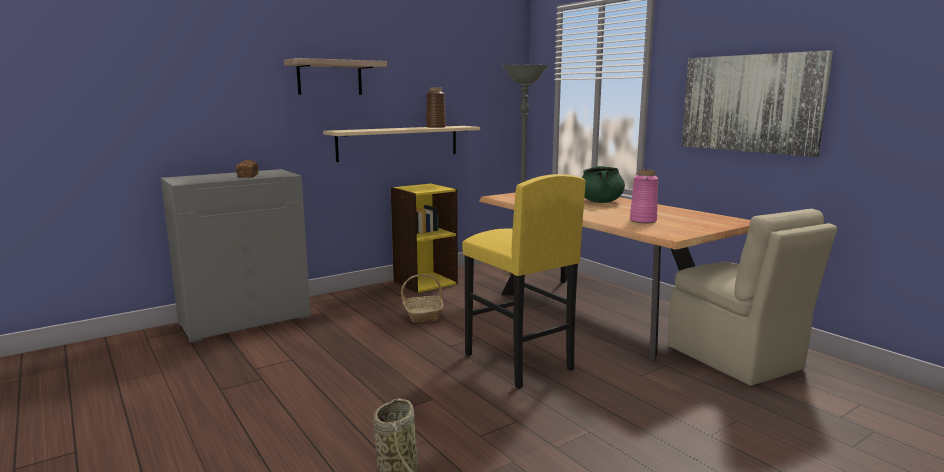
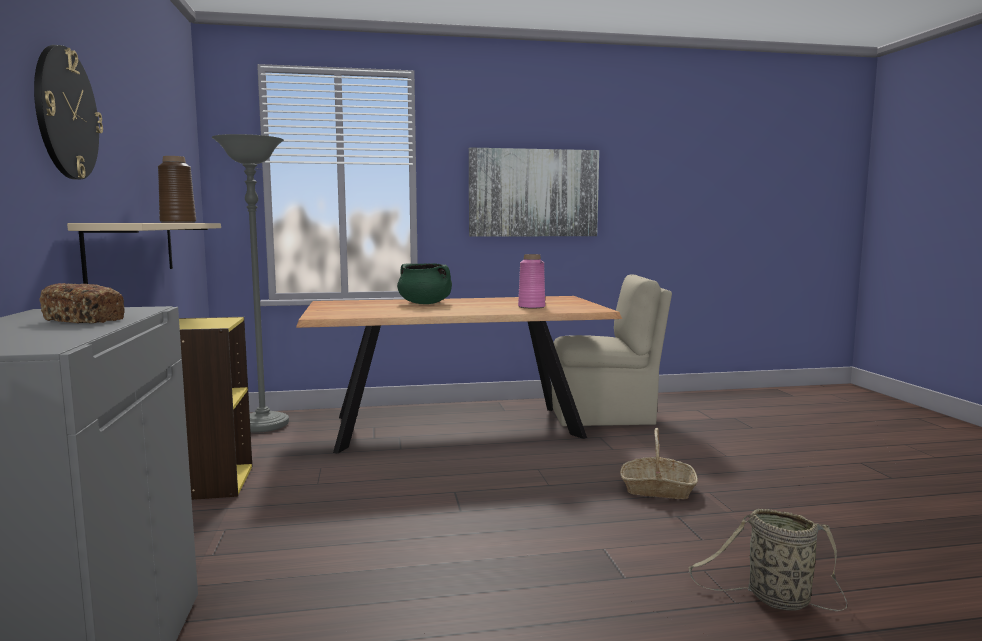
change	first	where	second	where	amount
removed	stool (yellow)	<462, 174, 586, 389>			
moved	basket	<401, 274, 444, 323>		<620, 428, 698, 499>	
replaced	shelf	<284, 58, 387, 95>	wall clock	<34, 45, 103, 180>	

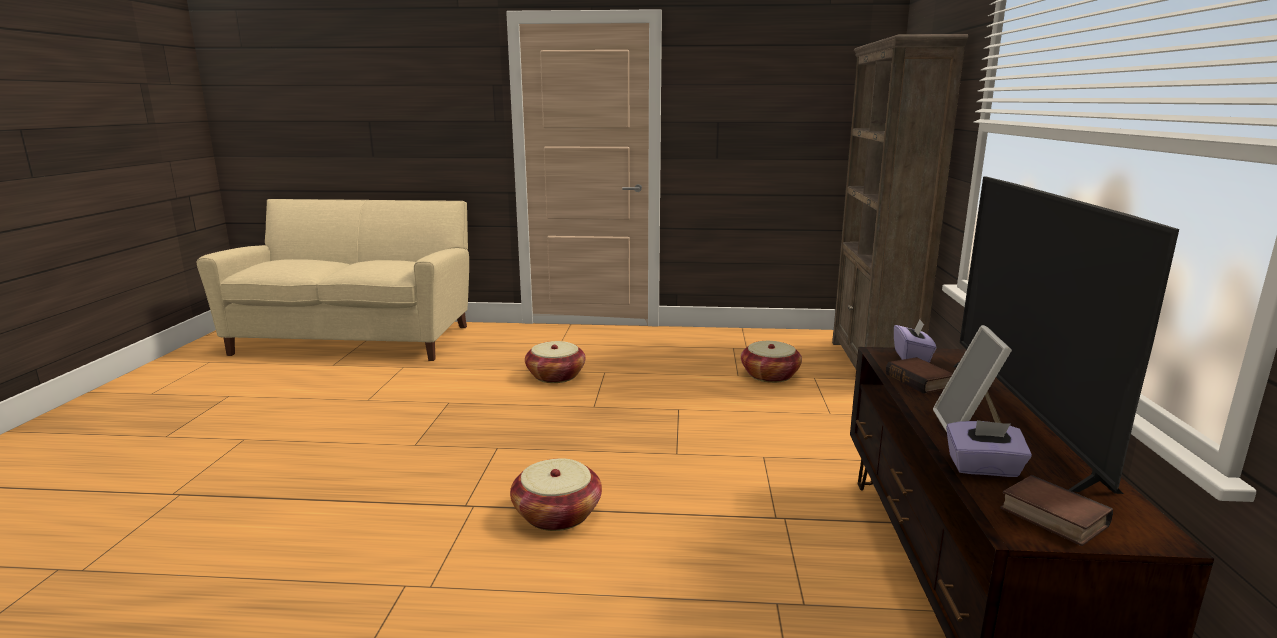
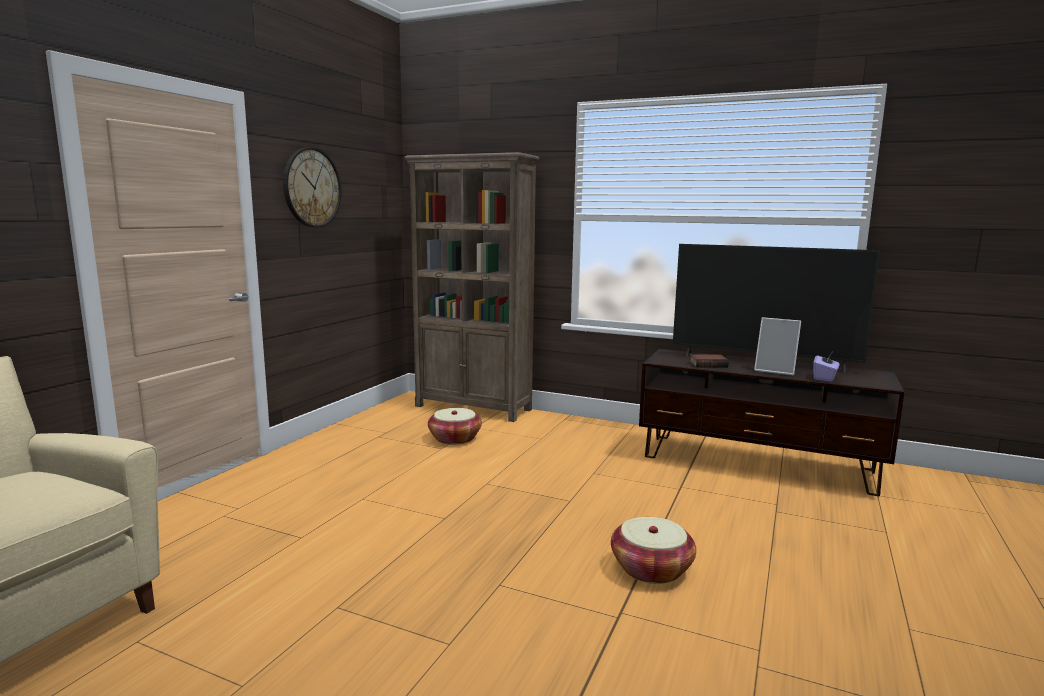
change	first	where	second	where	amount
removed	basket	<525, 341, 586, 383>			
removed	tissue box (purple)	<894, 319, 937, 363>			
removed	book	<1000, 475, 1113, 546>			
added			wall clock	<283, 147, 341, 227>	

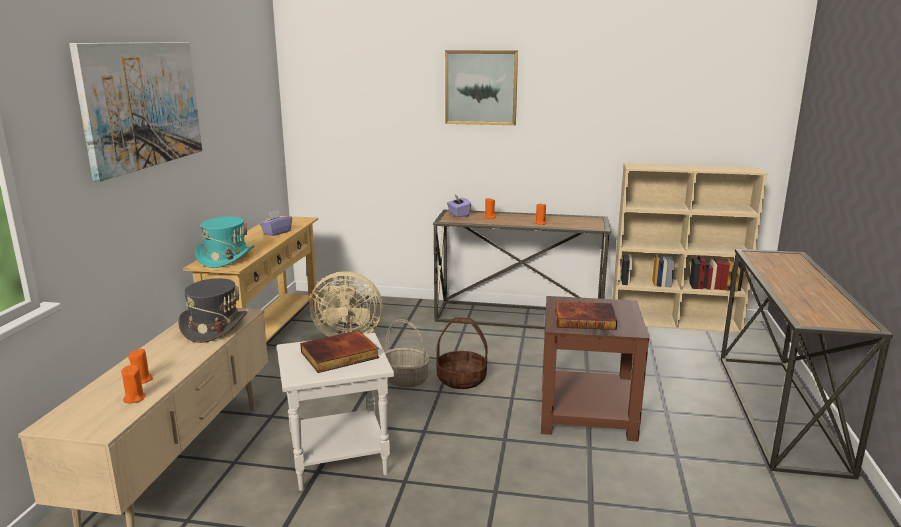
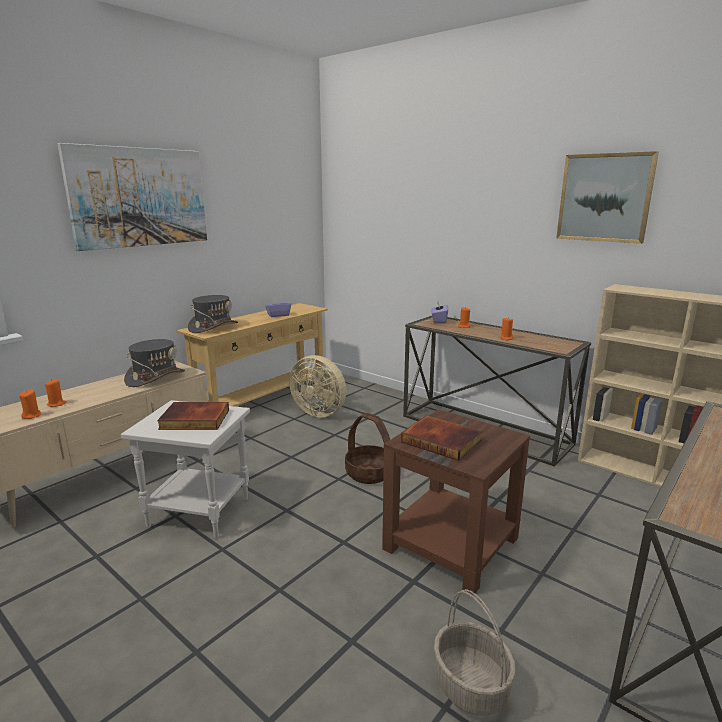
change	first	where	second	where	amount
moved	basket	<385, 319, 430, 388>		<434, 589, 516, 716>	
moved	picture	<445, 50, 518, 125>		<556, 151, 659, 244>	
recoloured	hat (turquoise)	<195, 217, 254, 268>	hat (grey)	<188, 295, 238, 333>	

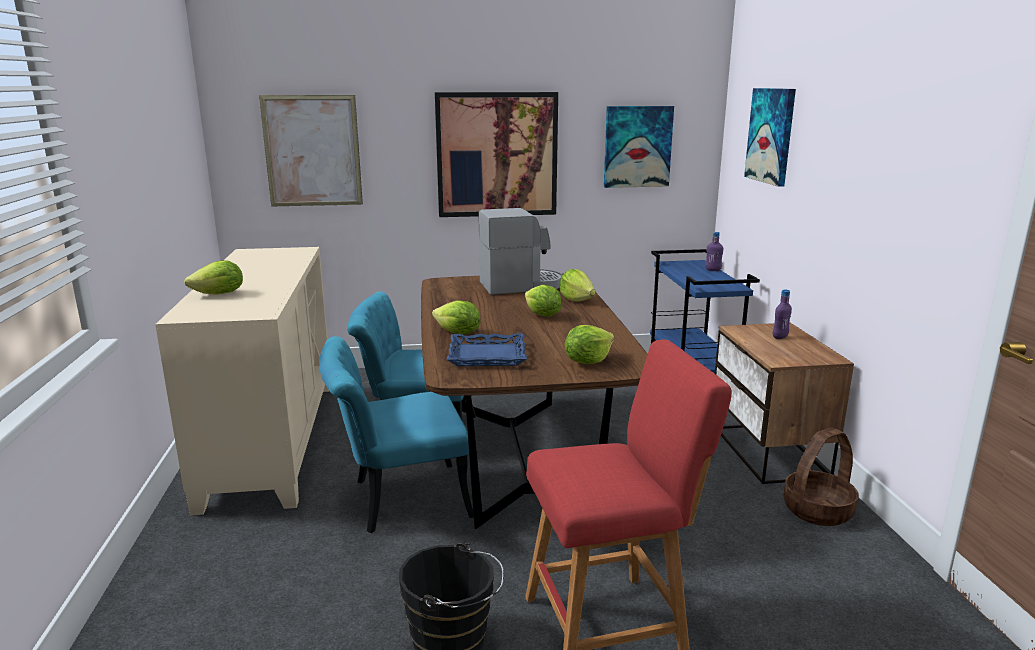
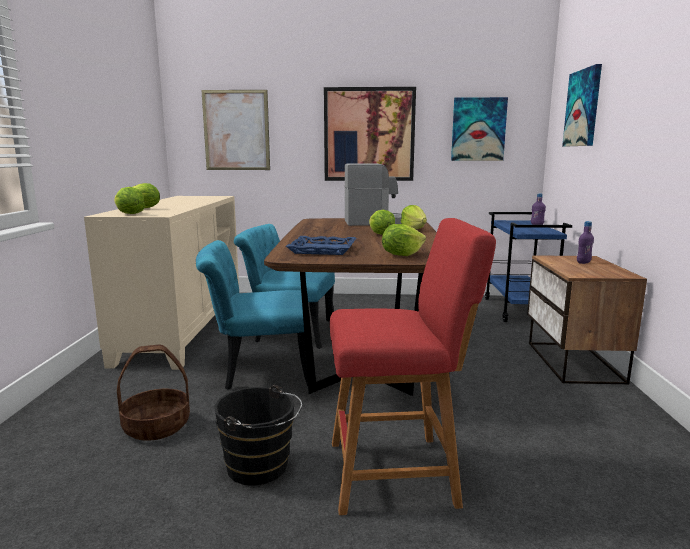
change	first	where	second	where	amount
moved	lettuce	<432, 301, 481, 334>		<114, 187, 145, 214>	
moved	basket	<783, 427, 859, 526>		<117, 345, 190, 441>	

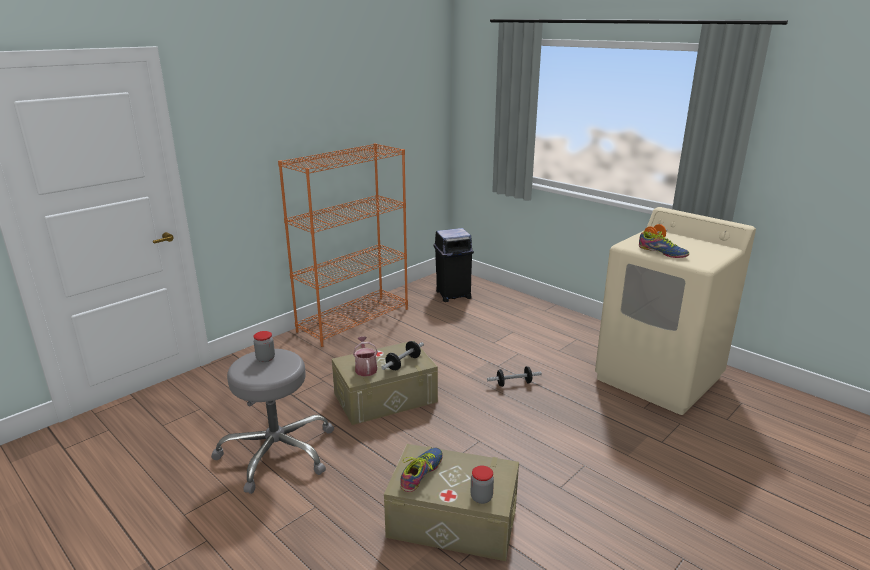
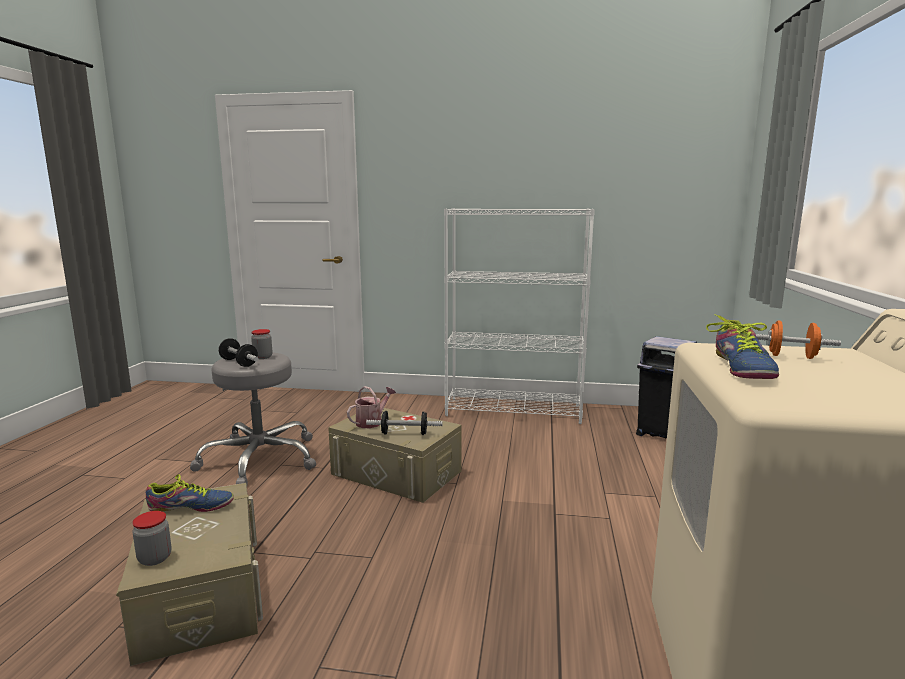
change	first	where	second	where	amount
moved	dumbbell	<487, 366, 542, 387>		<219, 338, 259, 367>	
recoloured	bookcase (orange)	<278, 143, 408, 347>	bookcase (white)	<444, 208, 595, 424>	

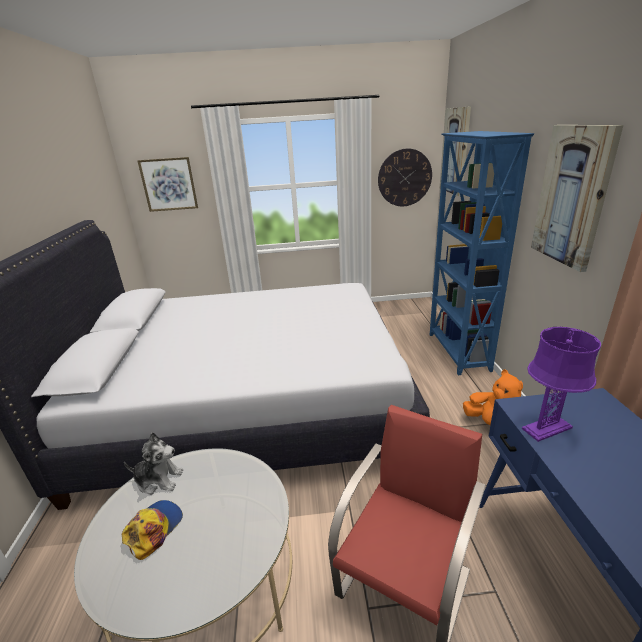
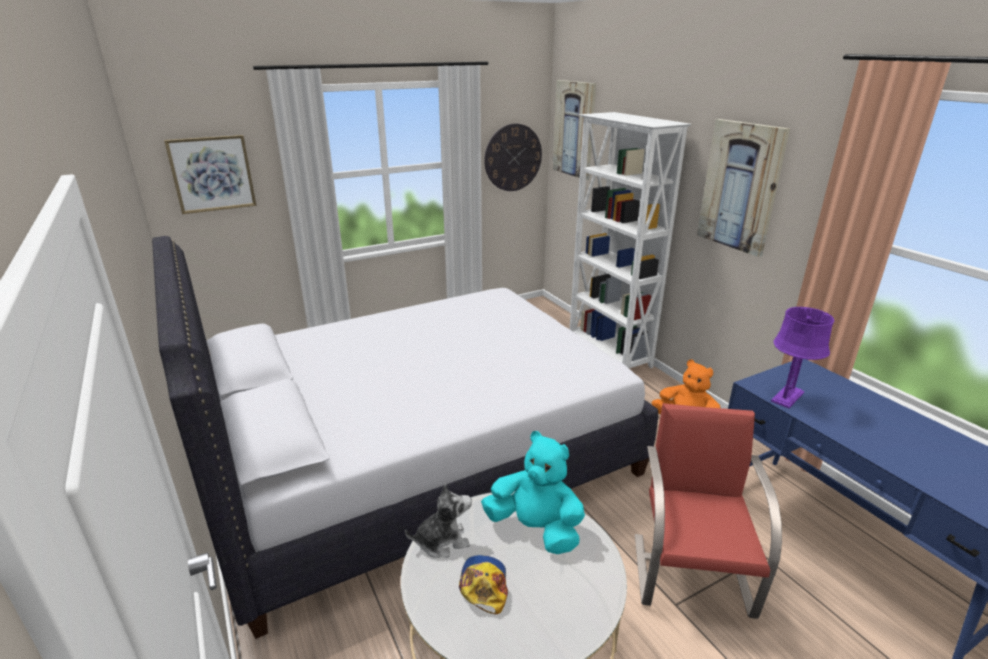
change	first	where	second	where	amount
added			plush toy (turquoise)	<481, 431, 585, 554>	
recoloured	bookcase (blue)	<430, 131, 534, 375>	bookcase (white)	<570, 112, 691, 368>	

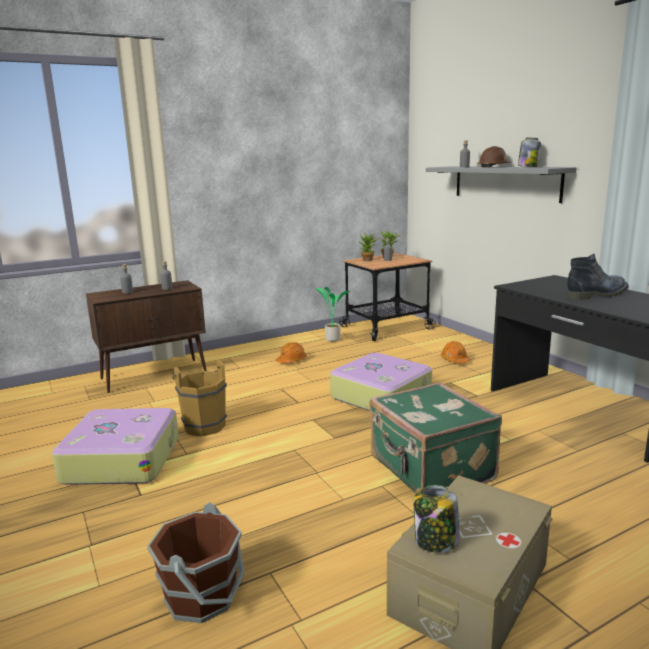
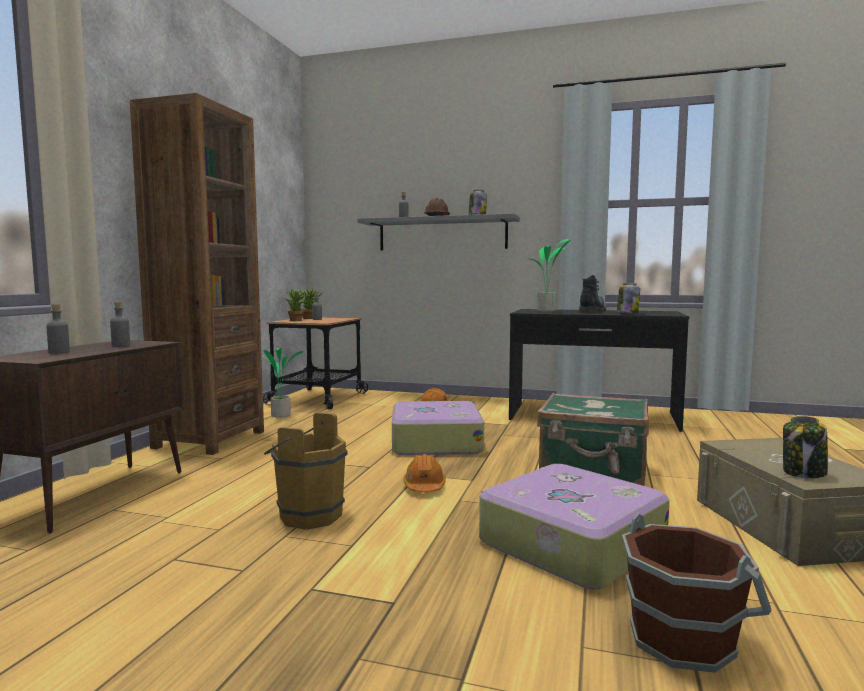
change	first	where	second	where	amount
added			bookcase (brown)	<130, 93, 264, 455>	
added			potted plant	<525, 239, 570, 312>	
added			jar	<617, 283, 640, 314>	
moved	suitcase	<52, 408, 179, 485>		<479, 464, 670, 590>	
moved	hard hat (orange)	<276, 342, 307, 363>		<403, 454, 446, 492>	

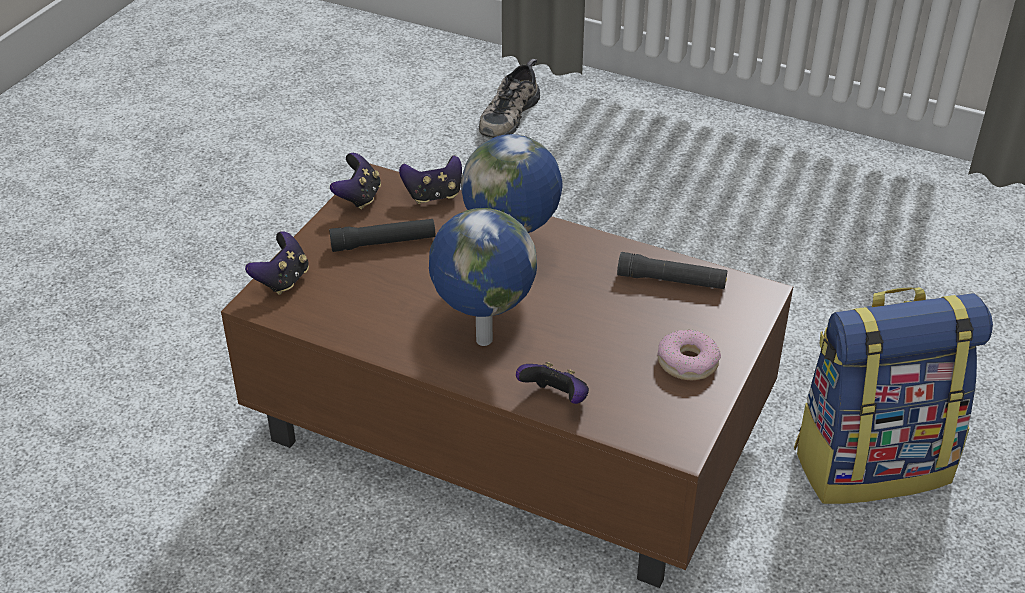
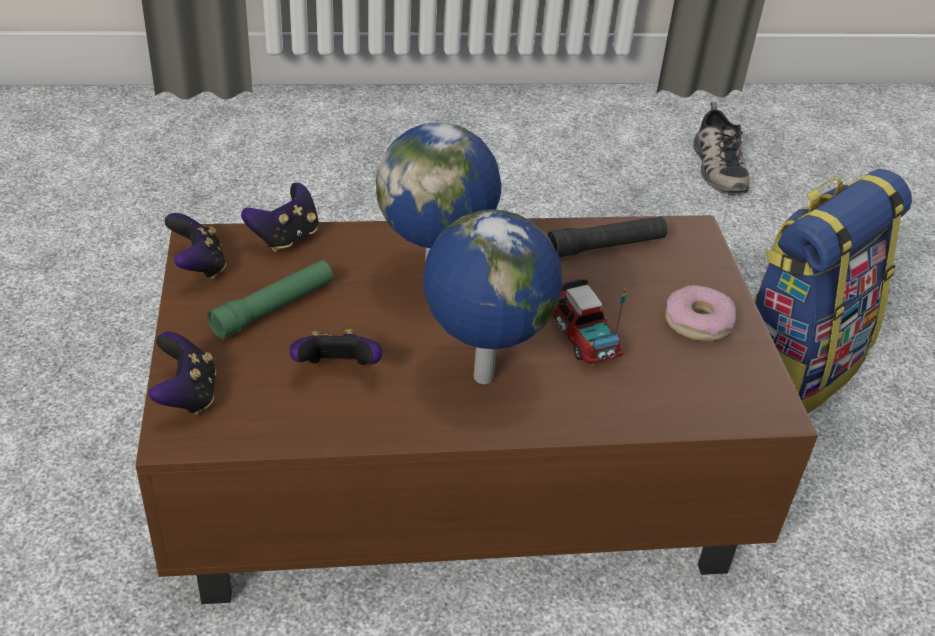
change	first	where	second	where	amount
added			toy truck	<552, 279, 627, 365>	
moved	shoe	<479, 59, 540, 139>		<693, 102, 750, 195>	
moved	game controller	<516, 362, 589, 404>		<290, 329, 382, 365>	
recoloured	flashlight (black)	<329, 219, 435, 252>	flashlight (green)	<207, 260, 333, 339>	

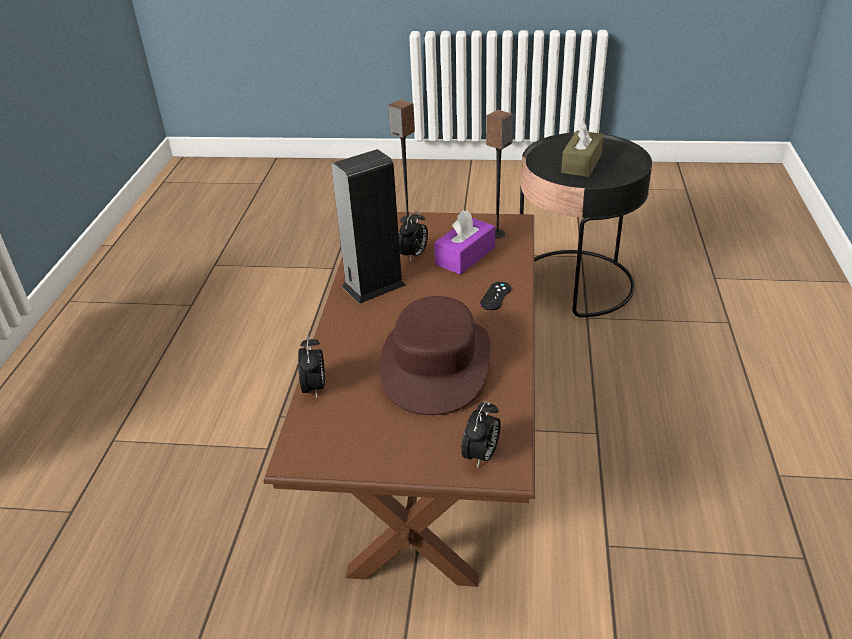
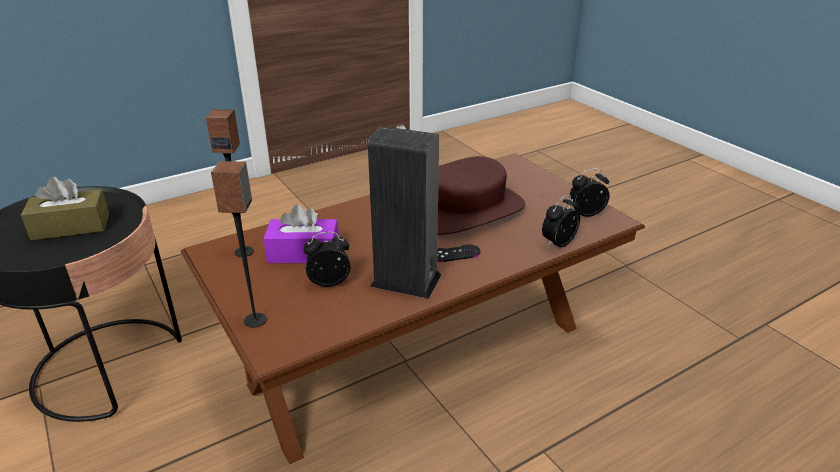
change	first	where	second	where	amount
moved	alarm clock	<461, 401, 501, 468>		<570, 169, 609, 217>	
moved	game controller (black)	<480, 282, 511, 310>		<437, 244, 480, 262>	

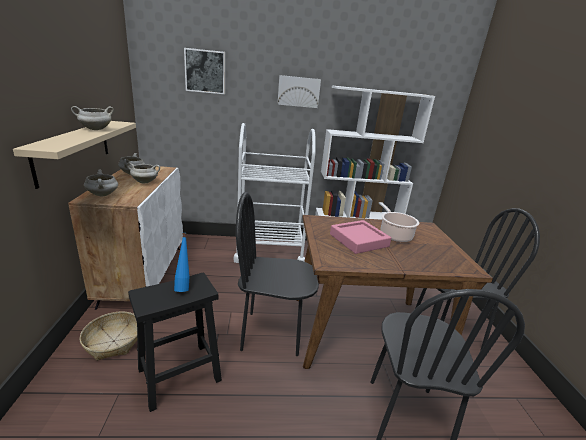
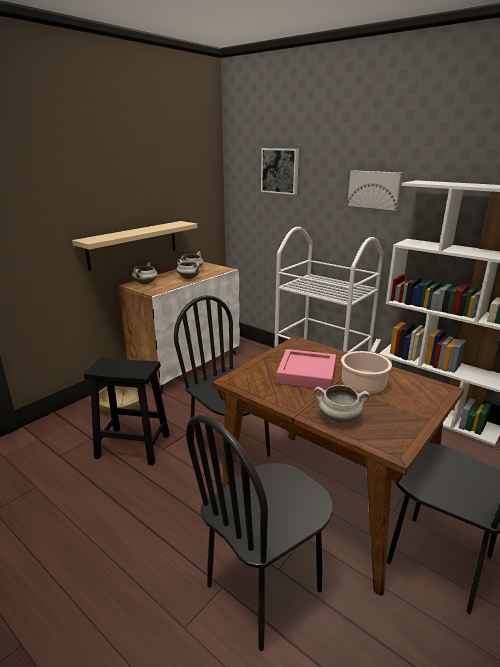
change	first	where	second	where	amount
removed	bottle (blue)	<174, 233, 190, 292>			
moved	cooking pot (white)	<71, 106, 114, 130>		<314, 385, 370, 422>	

